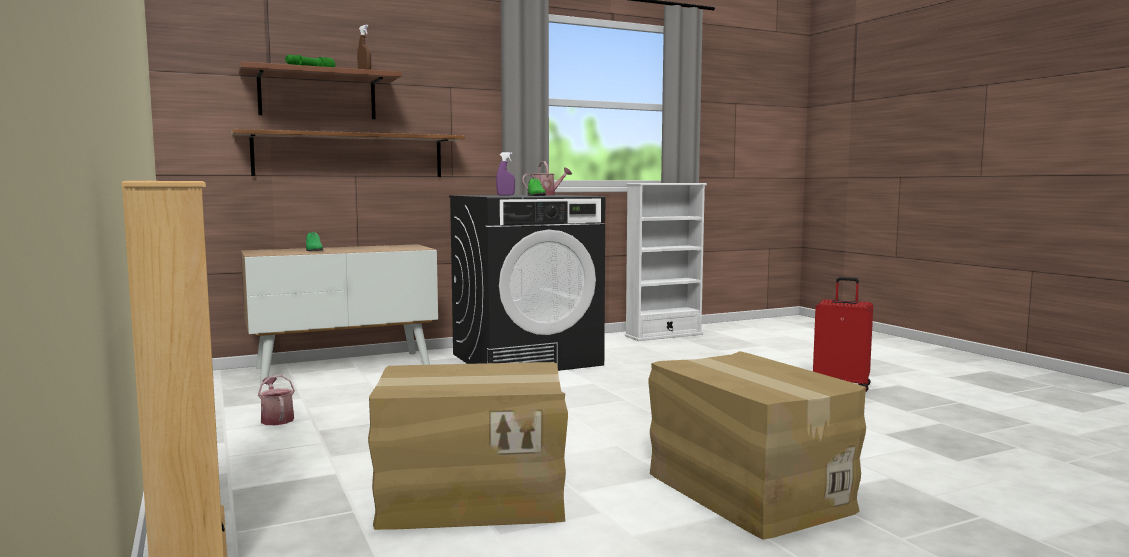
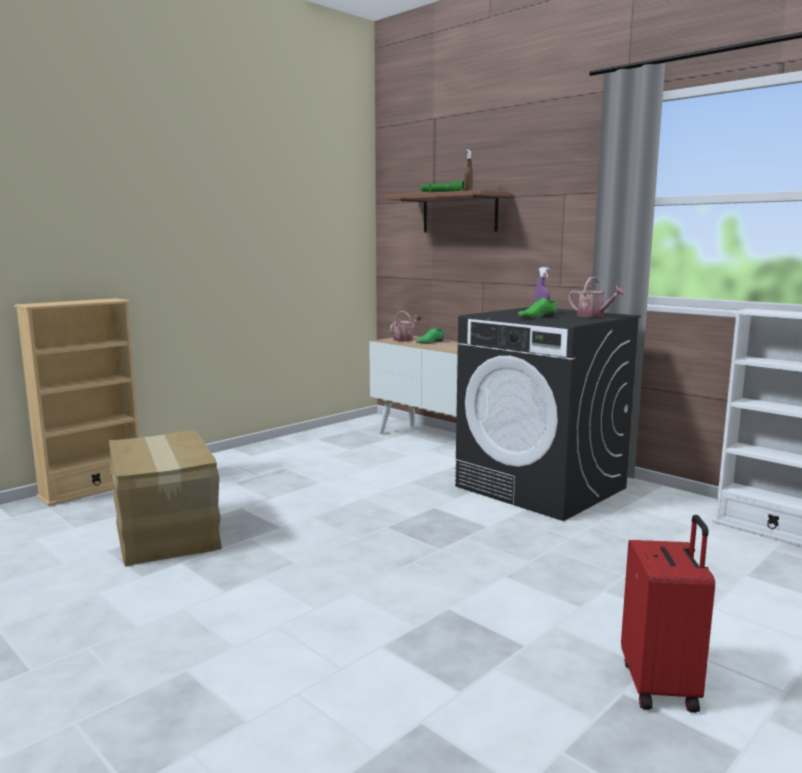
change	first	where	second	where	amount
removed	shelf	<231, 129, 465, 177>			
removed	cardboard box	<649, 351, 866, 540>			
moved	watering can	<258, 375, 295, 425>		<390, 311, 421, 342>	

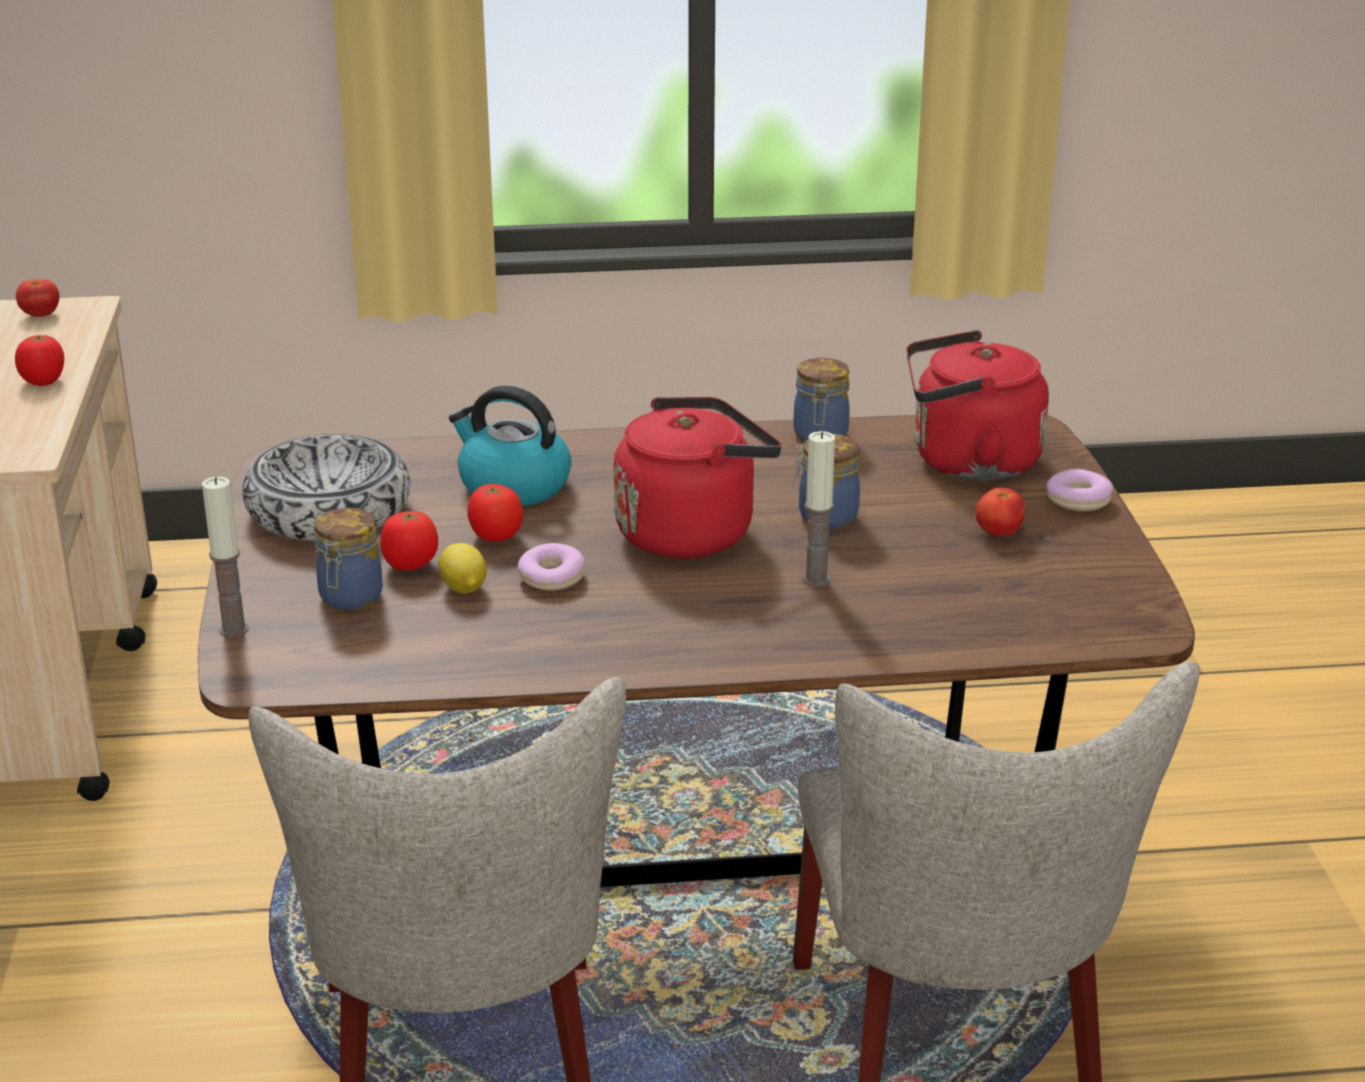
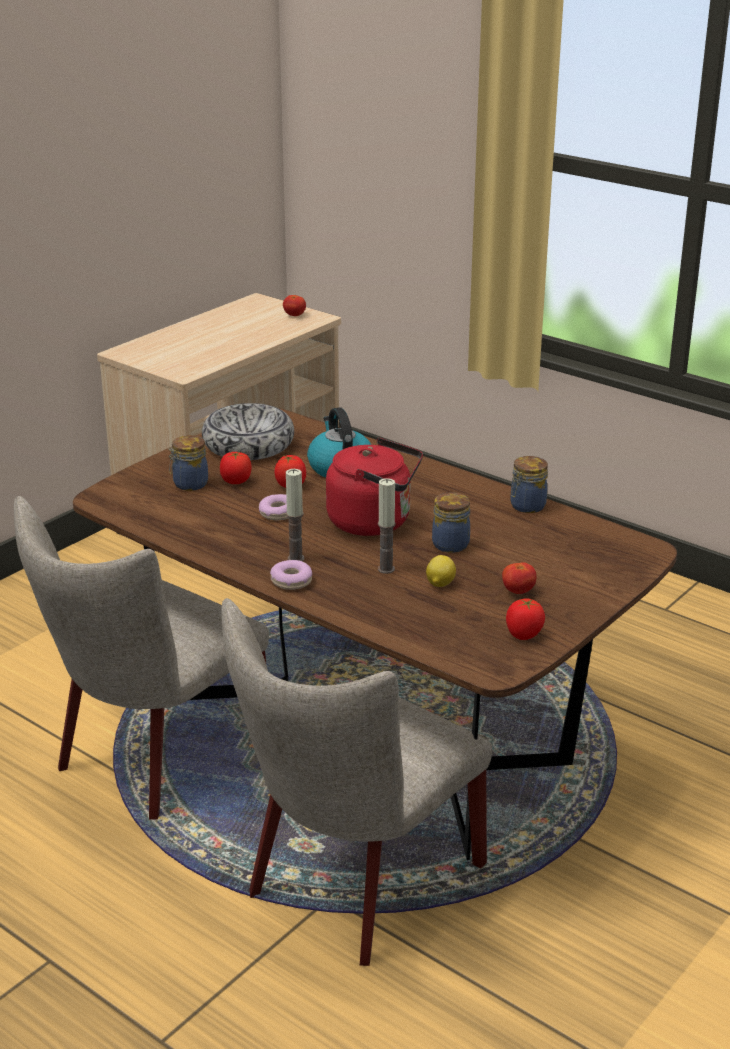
change	first	where	second	where	amount
removed	kettle (red)	<906, 330, 1049, 481>			
moved	tomato	<15, 335, 64, 386>		<506, 598, 545, 640>	
moved	candle	<202, 477, 249, 638>		<286, 469, 304, 561>	
moved	lemon	<438, 543, 487, 594>		<426, 555, 456, 587>	
moved	donut	<1046, 469, 1113, 511>		<270, 560, 312, 590>	

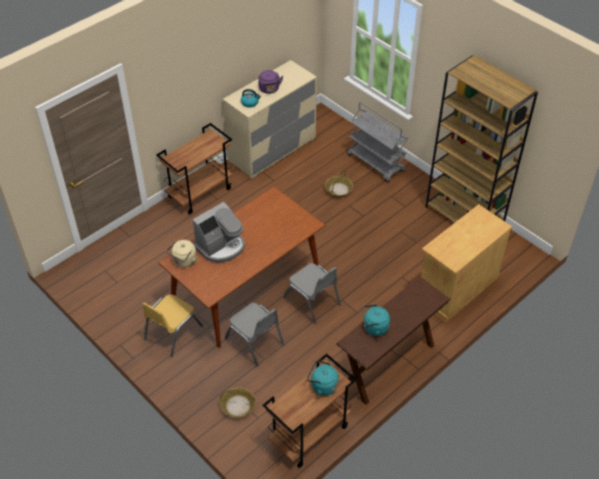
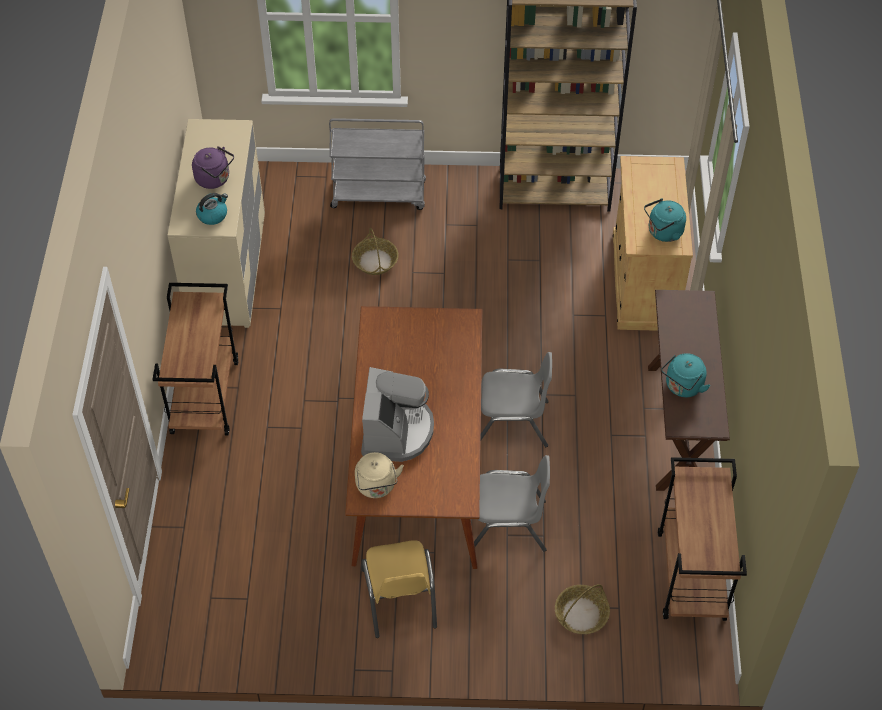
change	first	where	second	where	amount
moved	kettle (turquoise)	<307, 360, 339, 396>		<644, 198, 686, 242>	

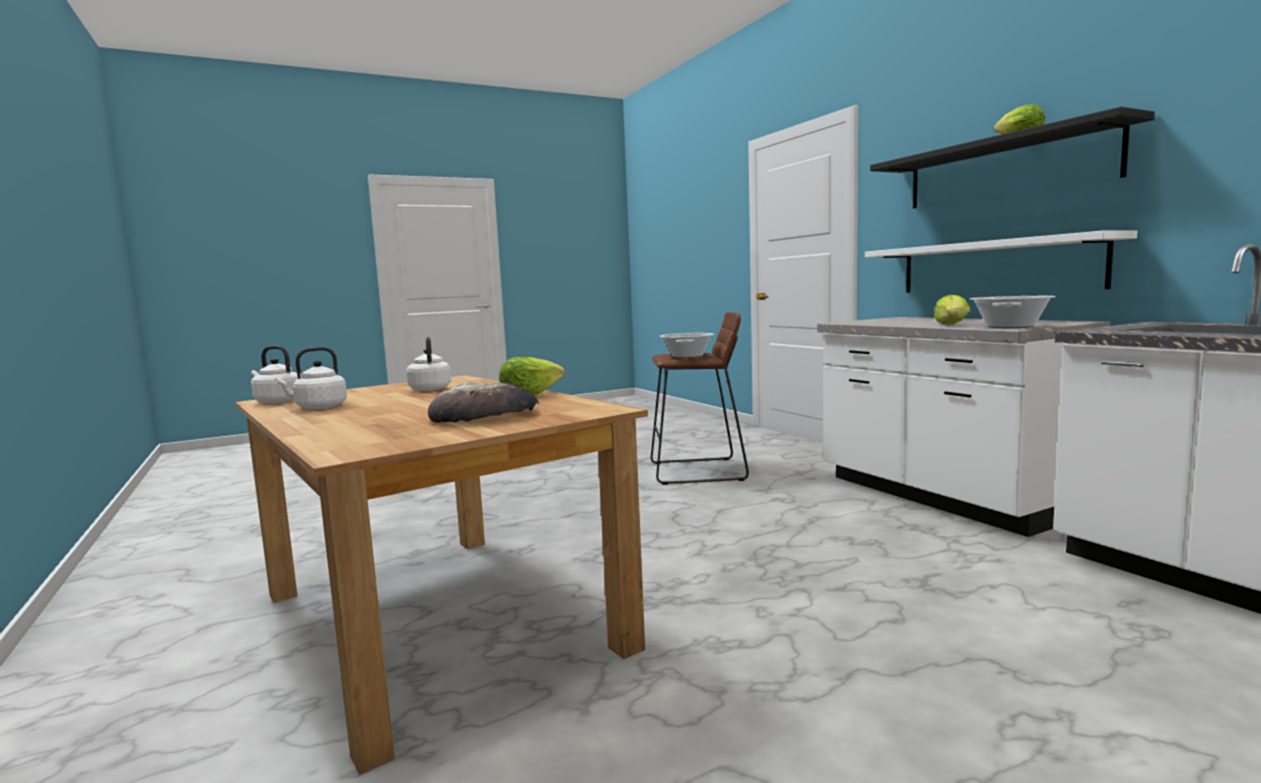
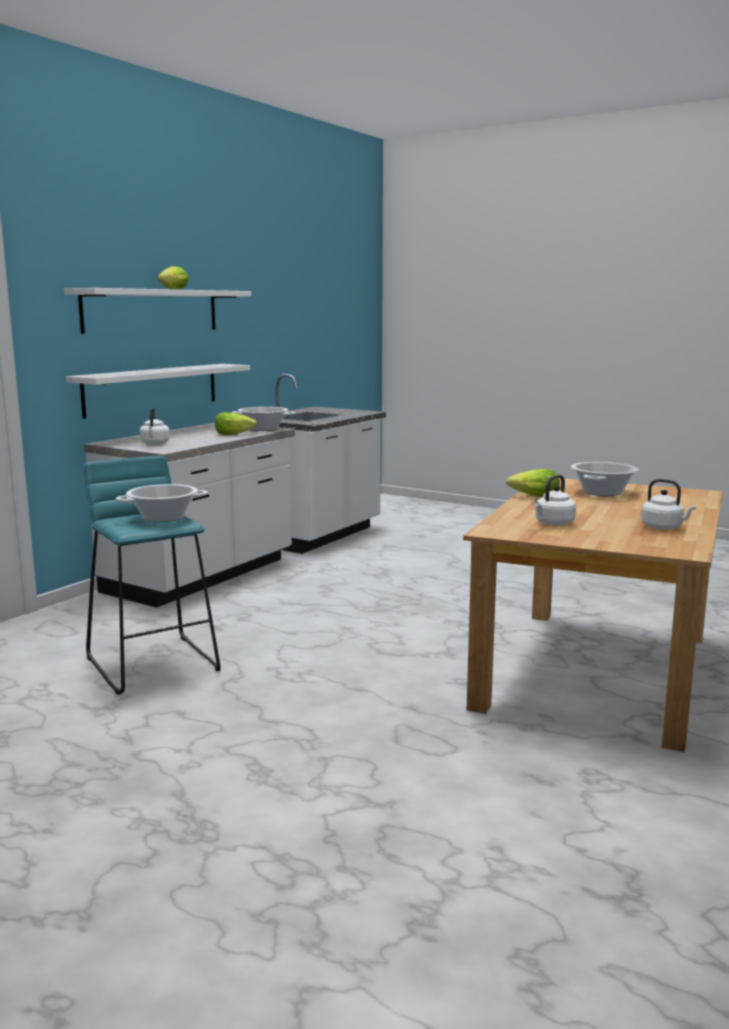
change	first	where	second	where	amount
moved	kettle (white)	<251, 346, 298, 404>		<140, 407, 170, 445>	
replaced	bread	<428, 382, 539, 423>	cooking pot	<571, 462, 639, 496>	
recoloured	stool (brown)	<651, 312, 749, 485>	stool (turquoise)	<83, 456, 220, 695>	
recoloured	shelf (black)	<870, 107, 1155, 209>	shelf (white)	<64, 288, 251, 334>	

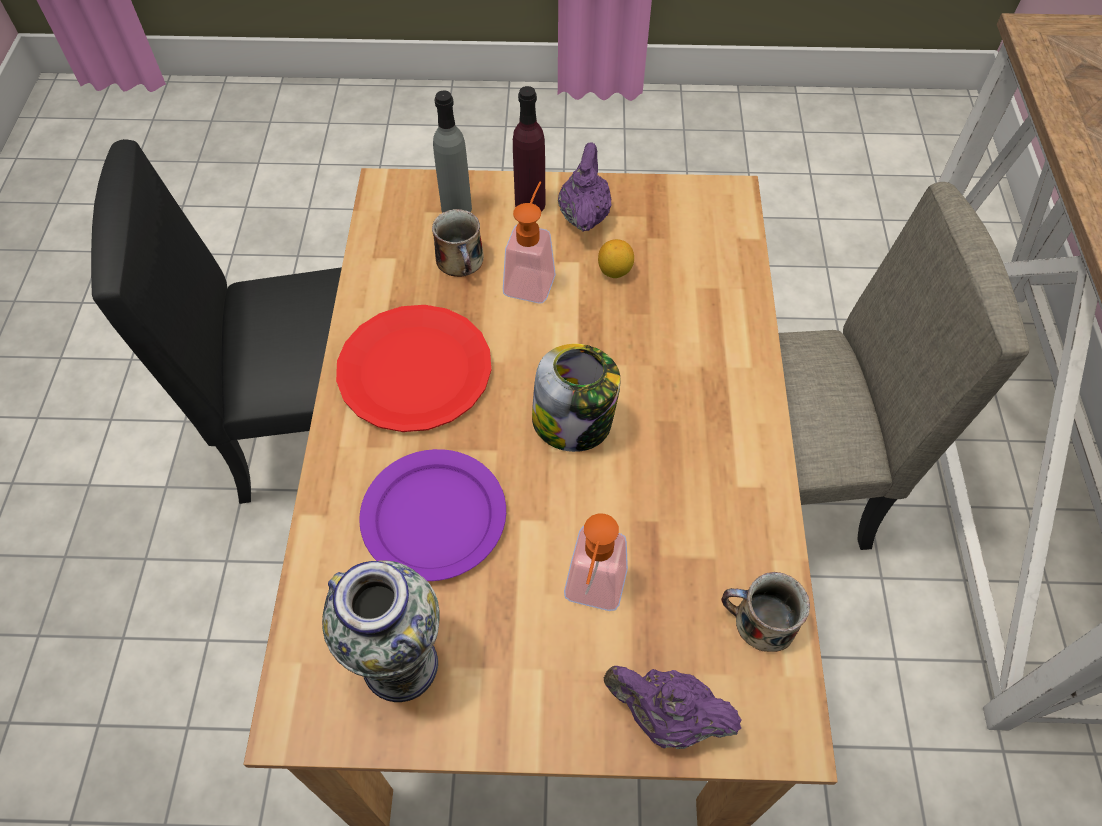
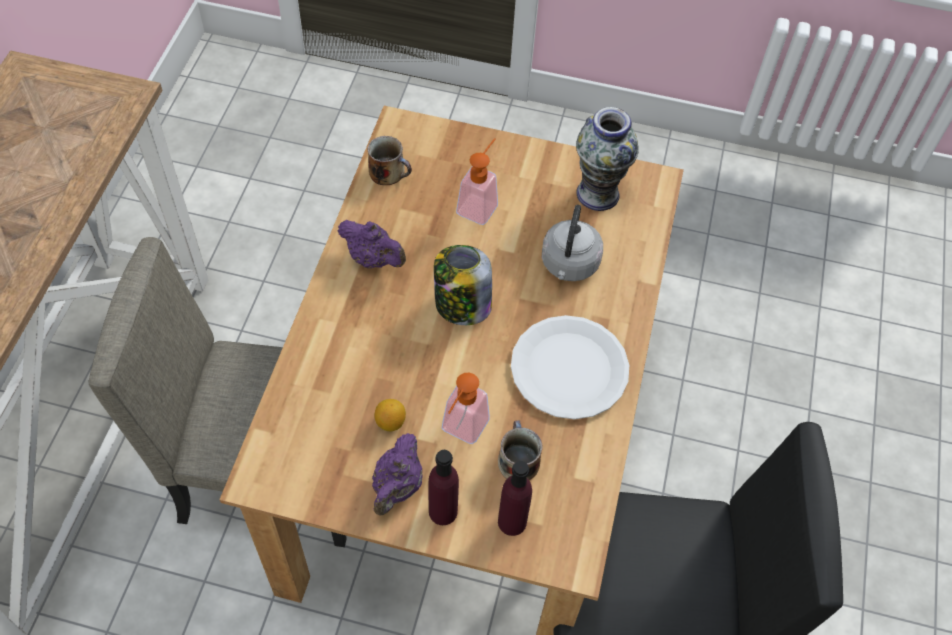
change	first	where	second	where	amount
moved	teapot (purple)	<604, 666, 742, 749>		<338, 220, 406, 268>	
replaced	plate (purple)	<359, 449, 506, 581>	kettle (grey)	<542, 205, 603, 281>	
recoloured	plate (red)	<336, 305, 491, 432>	plate (white)	<511, 315, 629, 419>	
recoloured	bottle (grey)	<433, 90, 472, 213>	bottle (purple)	<498, 461, 532, 536>	

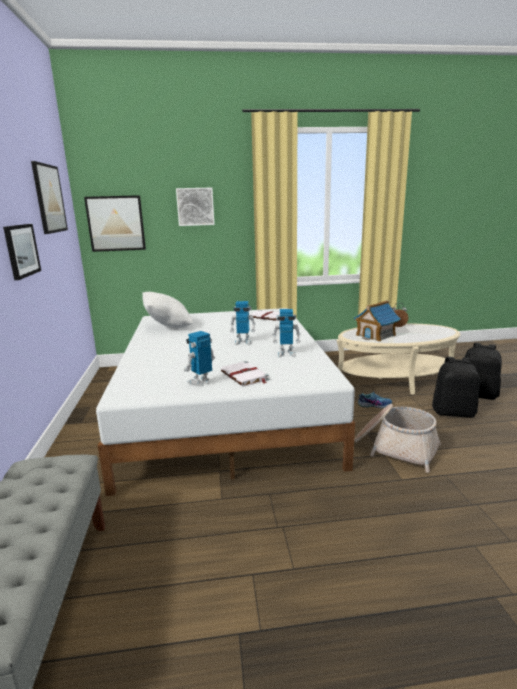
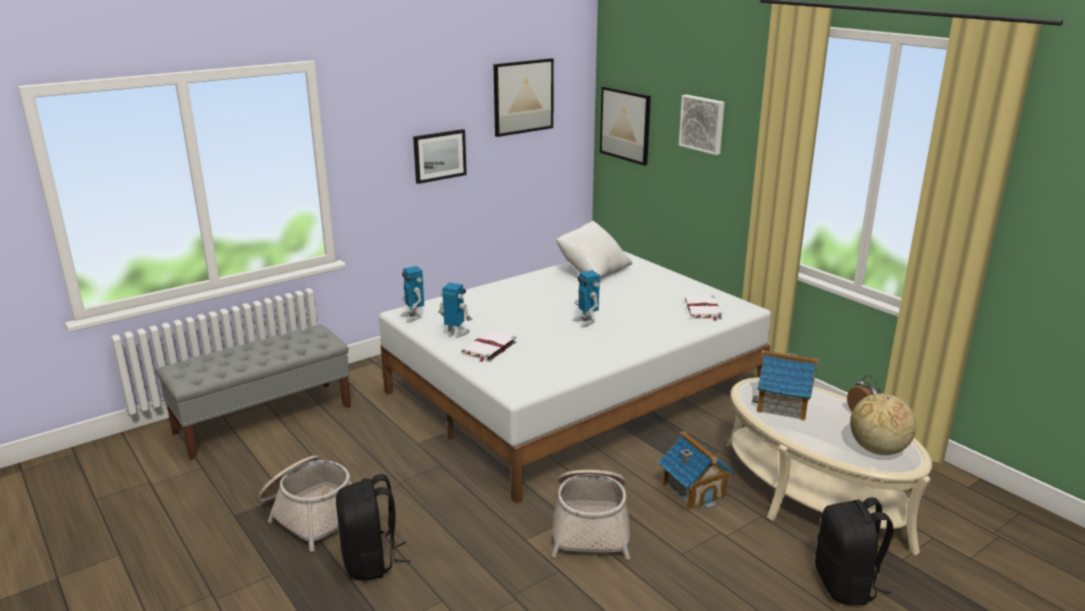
change	first	where	second	where	amount
added			basket	<259, 455, 352, 552>	
added			globe	<850, 393, 916, 455>	
moved	toy robot	<272, 309, 300, 357>		<400, 266, 424, 323>	
moved	backpack (black)	<432, 357, 480, 418>		<336, 474, 410, 581>	
replaced	shoe	<358, 391, 392, 408>	toy house	<658, 431, 735, 510>	

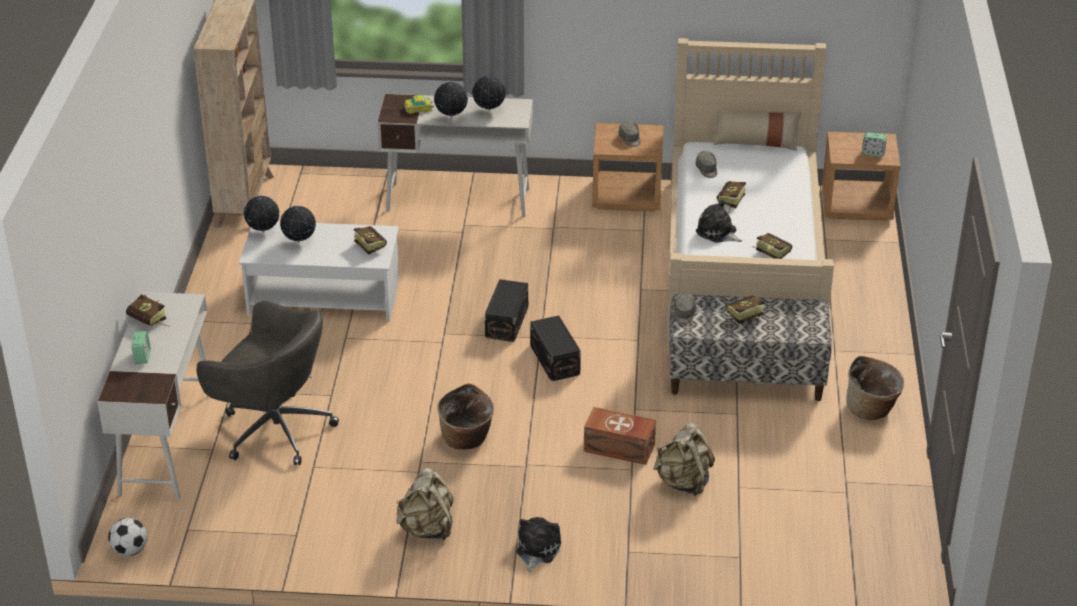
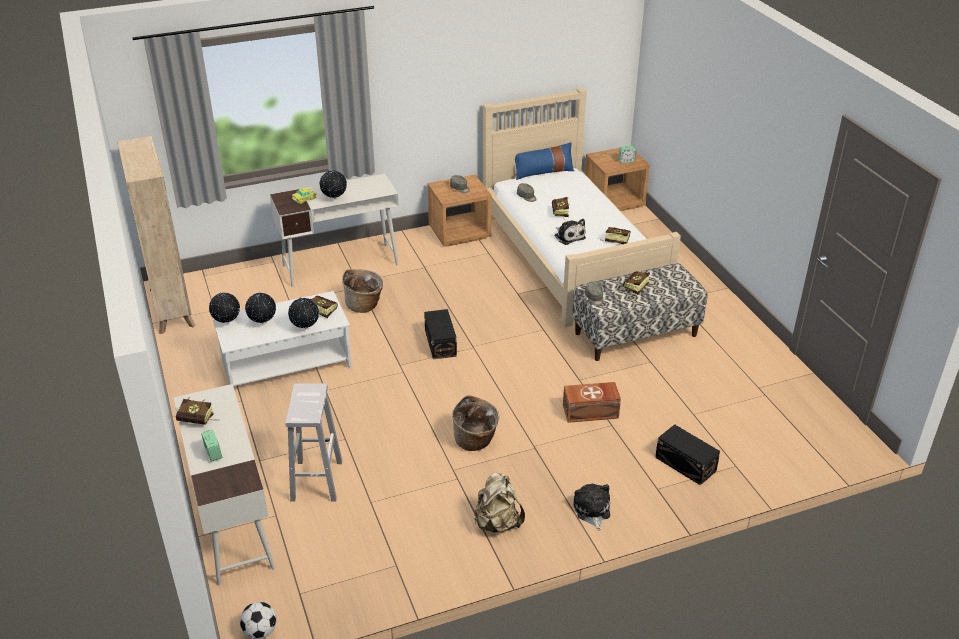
change	first	where	second	where	amount
removed	backpack (beige)	<653, 423, 715, 496>			
moved	globe	<472, 74, 506, 112>		<288, 297, 319, 329>	
moved	storage box (black)	<530, 315, 581, 382>		<655, 424, 720, 485>	
moved	basket	<846, 356, 904, 420>		<342, 269, 383, 313>	
replaced	office chair (grey)	<196, 301, 339, 465>	stool (white)	<285, 383, 342, 502>	
recoloured	pillow (beige)	<713, 111, 801, 151>	pillow (blue)	<515, 142, 574, 180>	
turned	plush toy	<696, 199, 742, 243>		<555, 219, 586, 245>	135 degrees counterclockwise

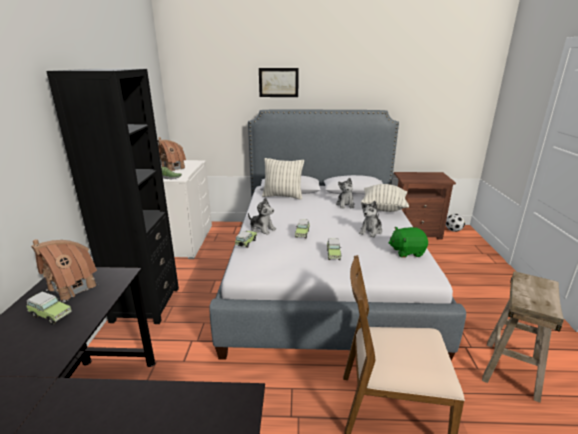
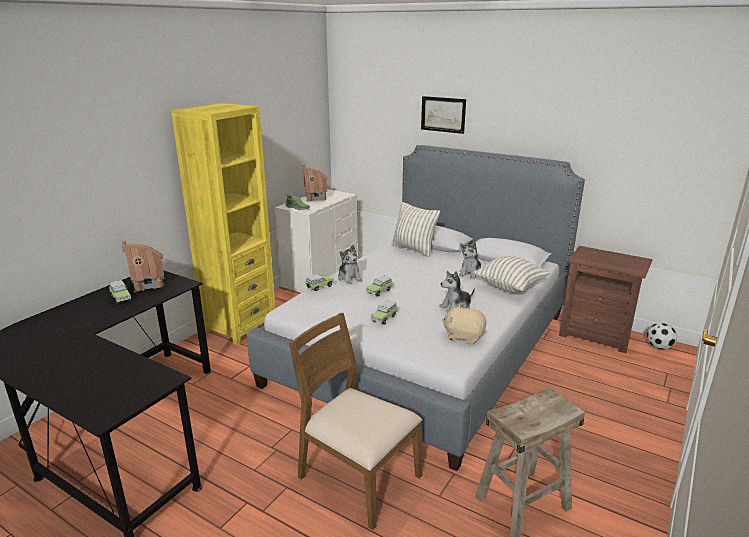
change	first	where	second	where	amount
recoloured	bookcase (black)	<46, 69, 179, 324>	bookcase (yellow)	<171, 103, 275, 345>	
recoloured	plush toy (green)	<389, 227, 428, 258>	plush toy (beige)	<442, 305, 487, 345>	

